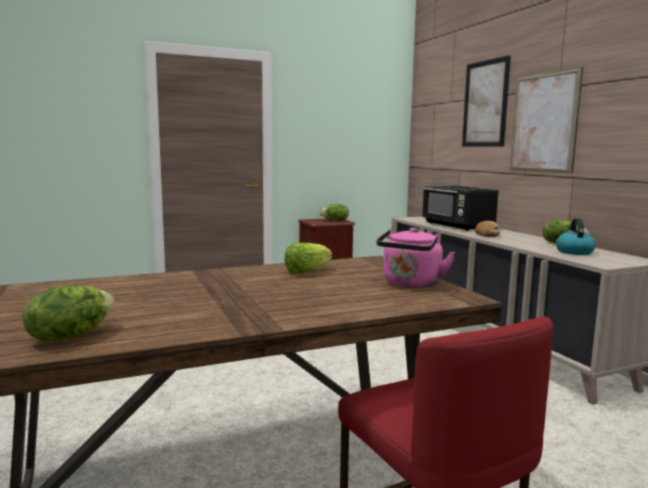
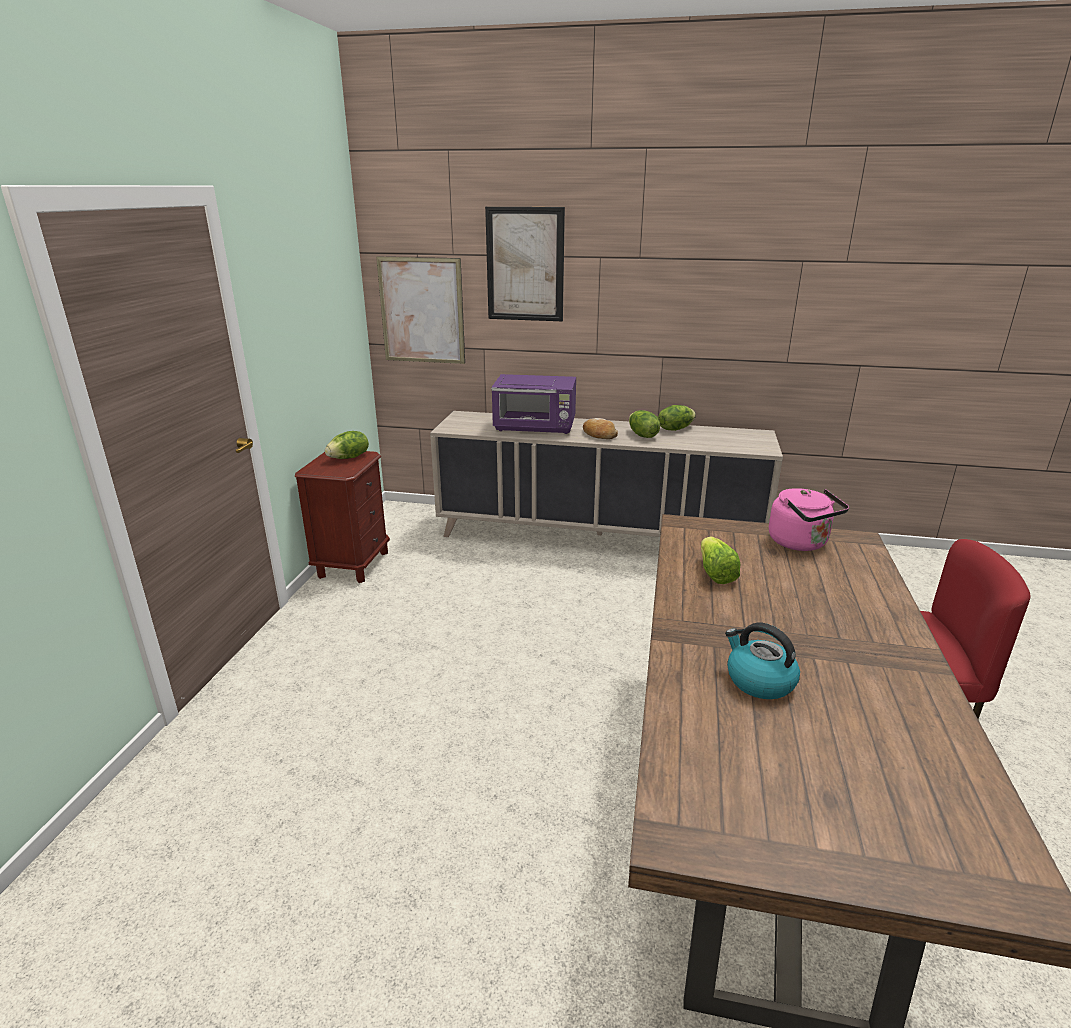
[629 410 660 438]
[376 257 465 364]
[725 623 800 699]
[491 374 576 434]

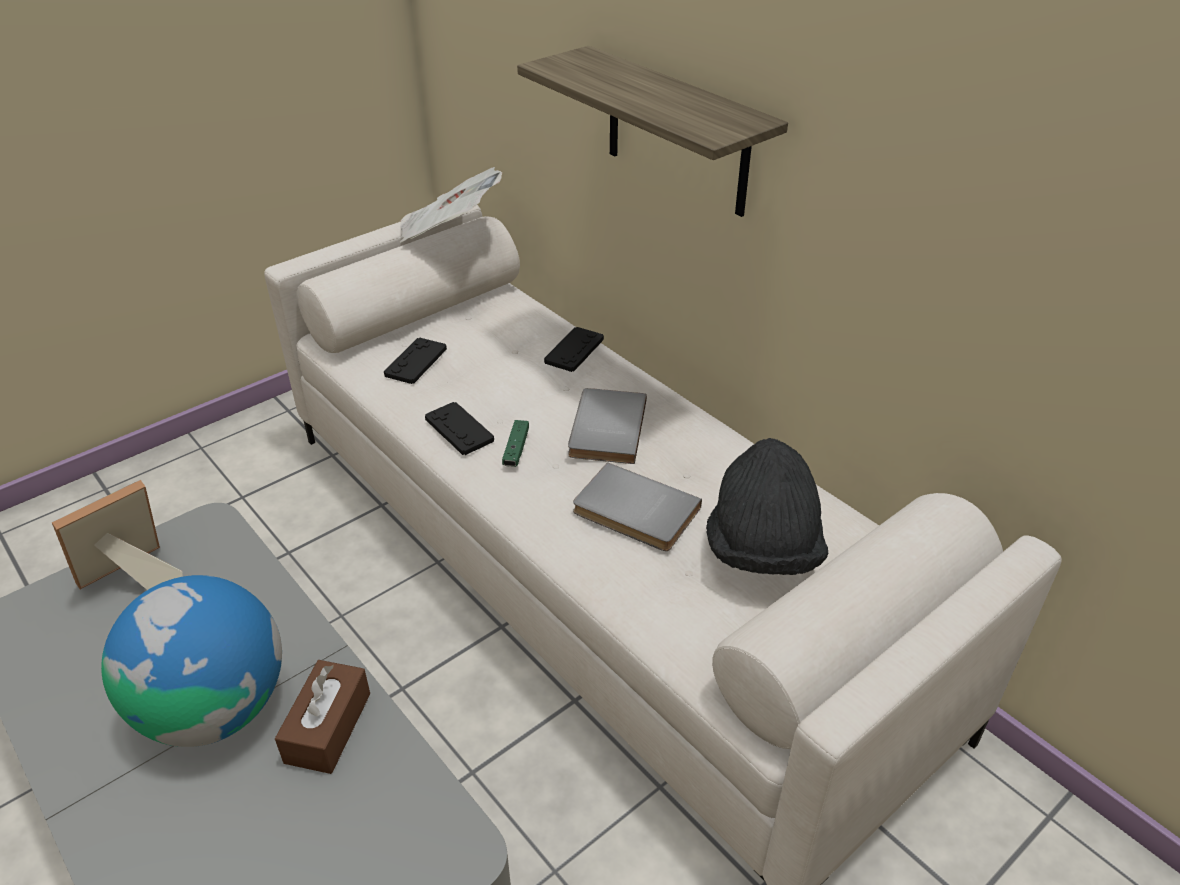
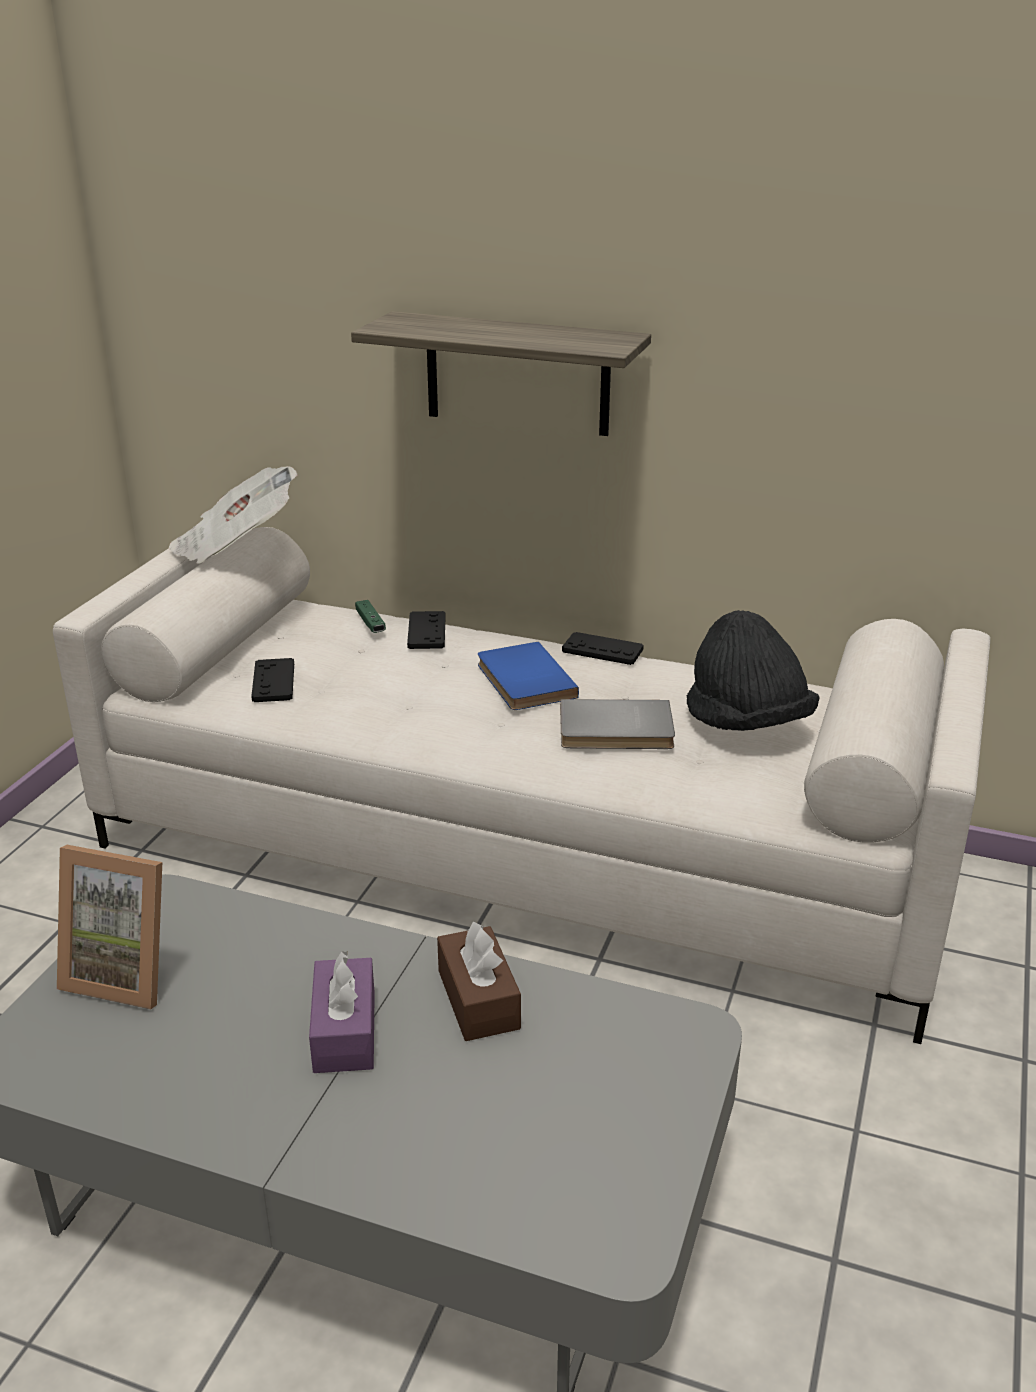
[562 632 644 665]
[355 600 386 633]
[309 951 375 1073]
[478 642 579 710]
[57 845 162 1010]

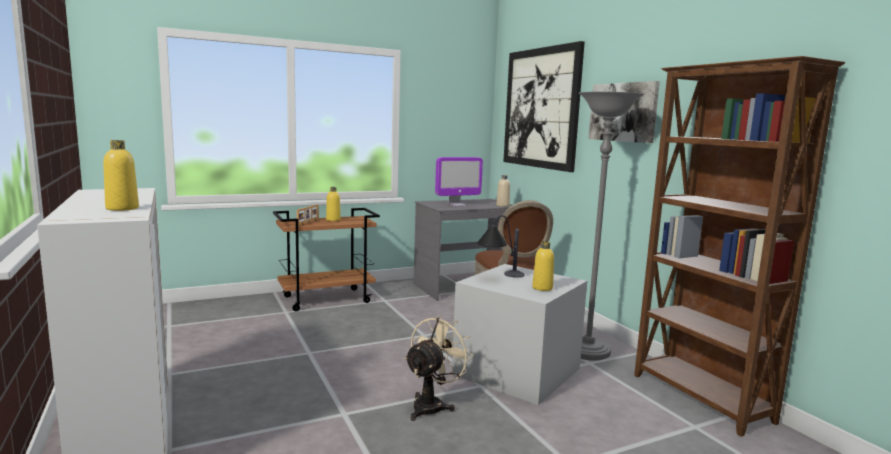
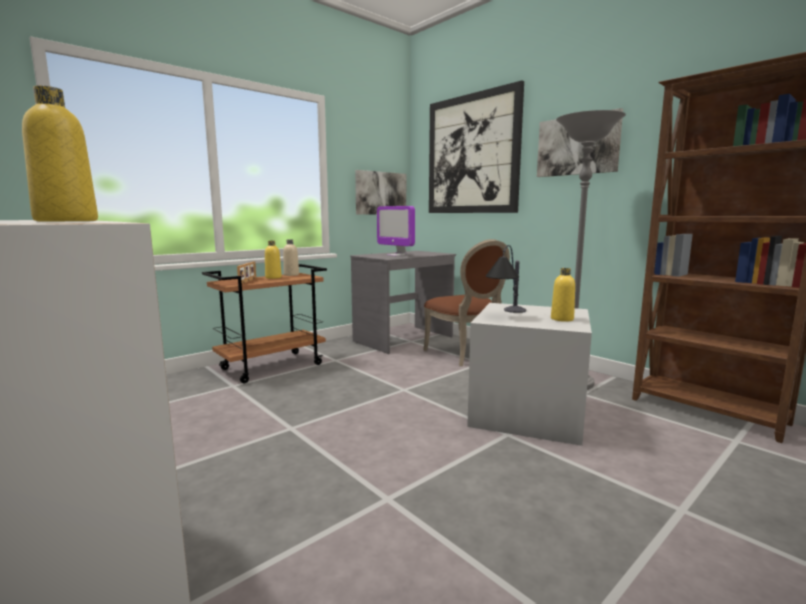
[405 315 474 421] (first image)
[355 170 406 215]
[283 239 299 276]
[377 206 415 256]

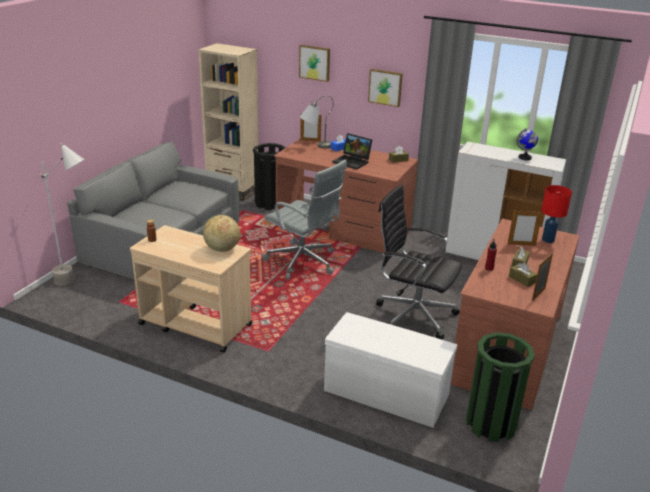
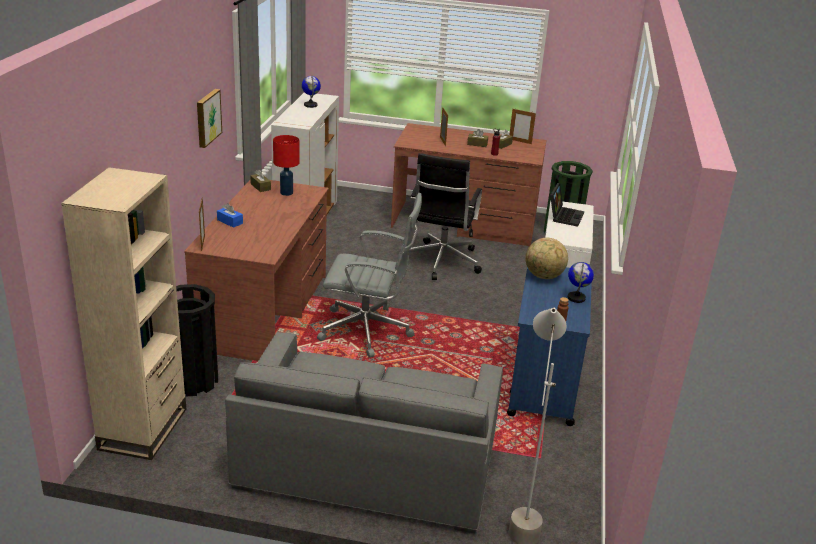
[299 45 330 82] (first image)
[300 95 334 149] (first image)
[568 262 594 303]
[550 183 584 227]
[273 135 299 196]
[507 267 592 426]
[317 193 422 358]

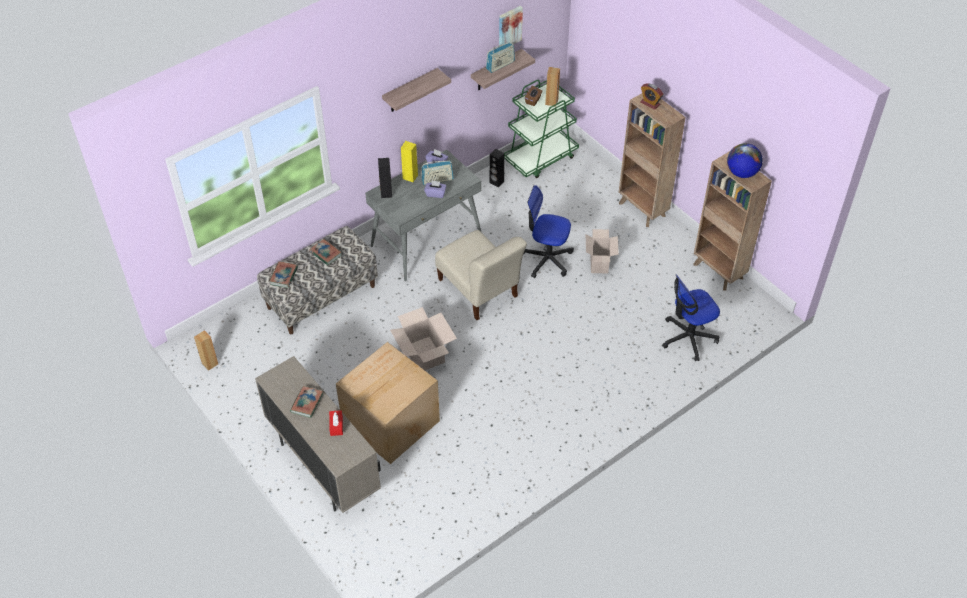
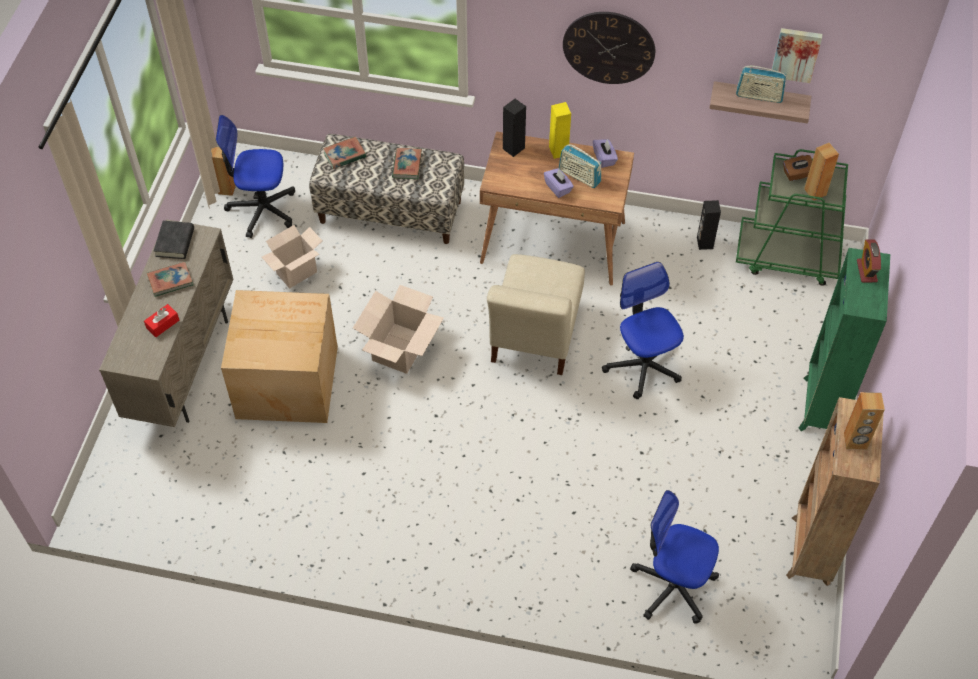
[154 221 194 259]
[216 115 295 238]
[262 225 322 288]
[563 12 655 84]
[844 392 885 450]
[480 131 634 286]
[799 248 890 431]

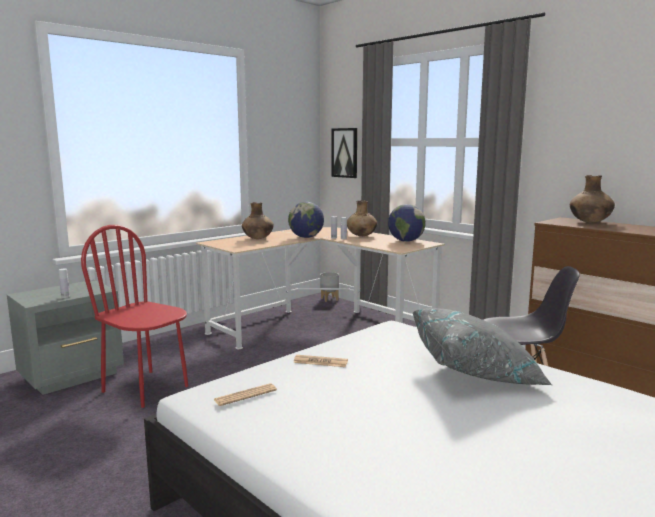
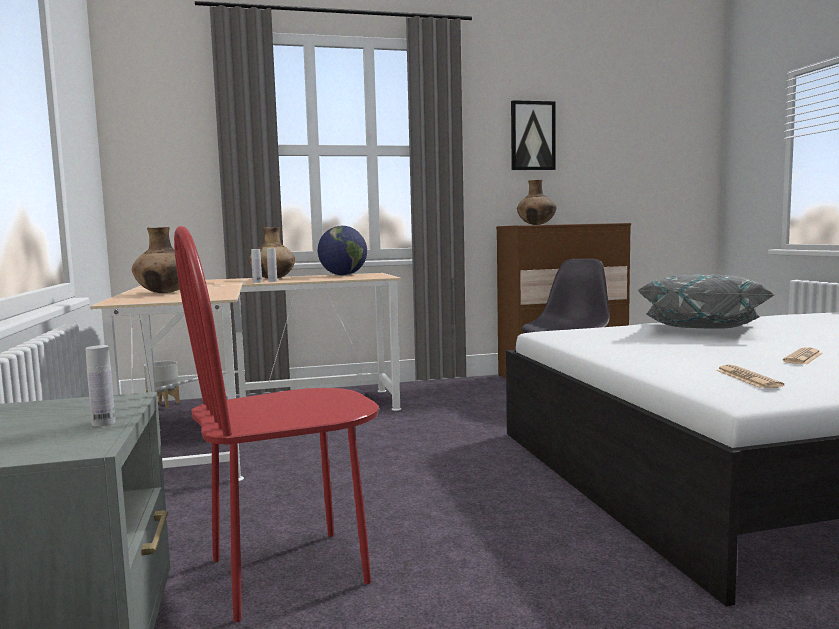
[288 202 324 238] (first image)
[783 347 823 364]
[511 100 555 170]

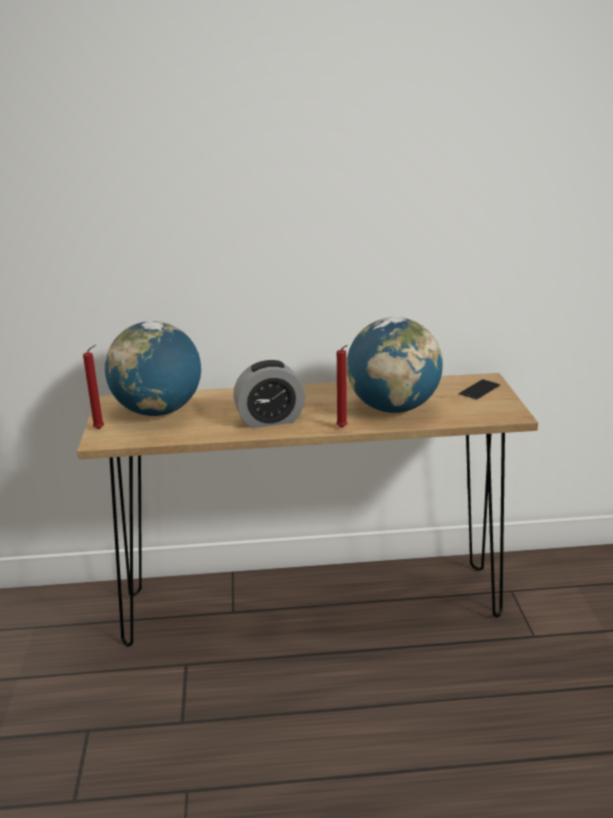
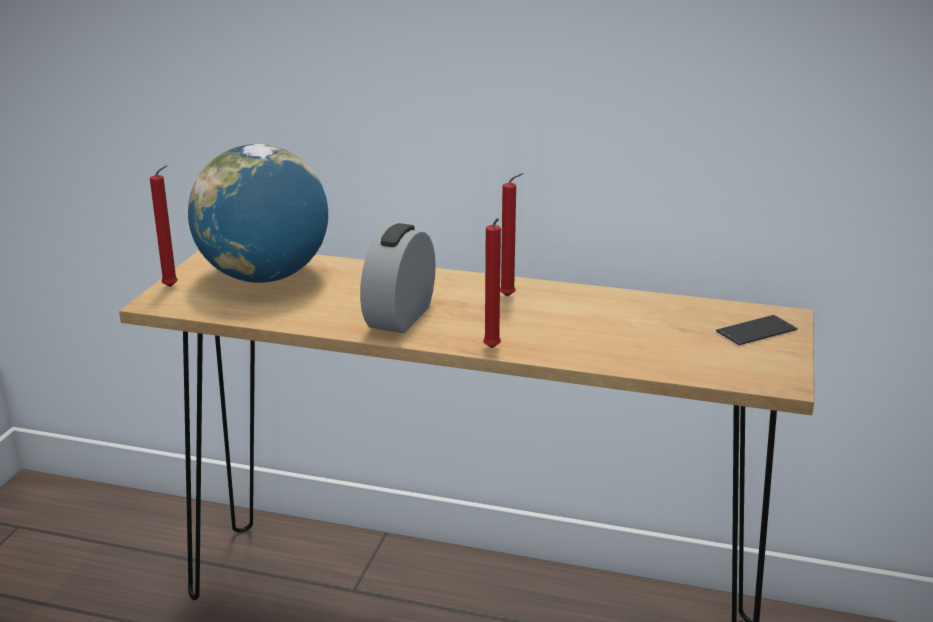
[347 317 443 413] (first image)
[500 173 524 297]
[360 223 436 334]

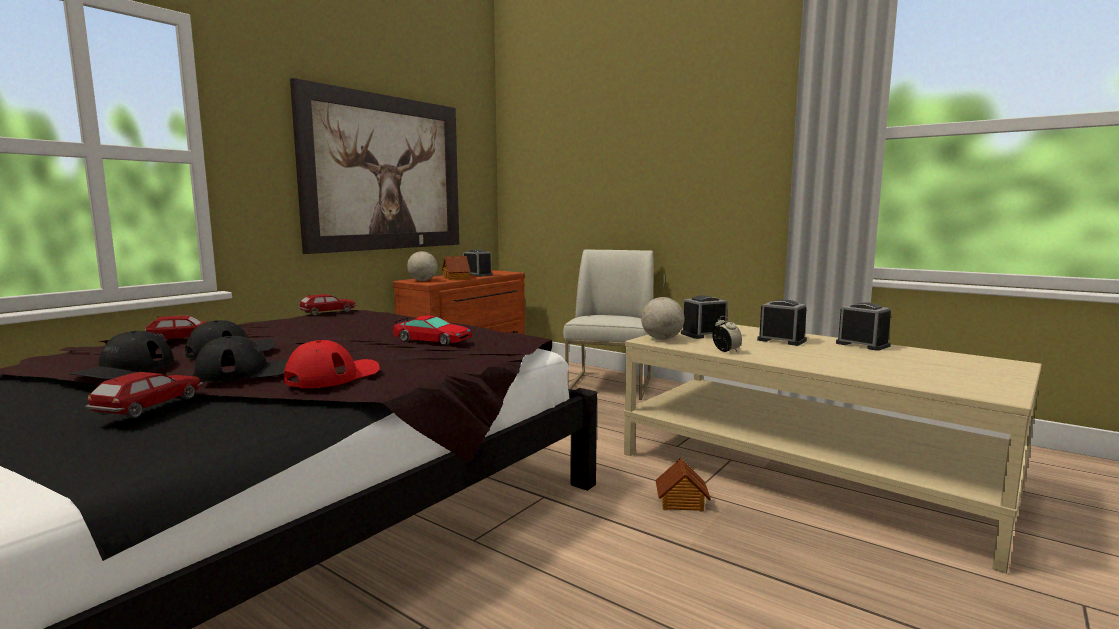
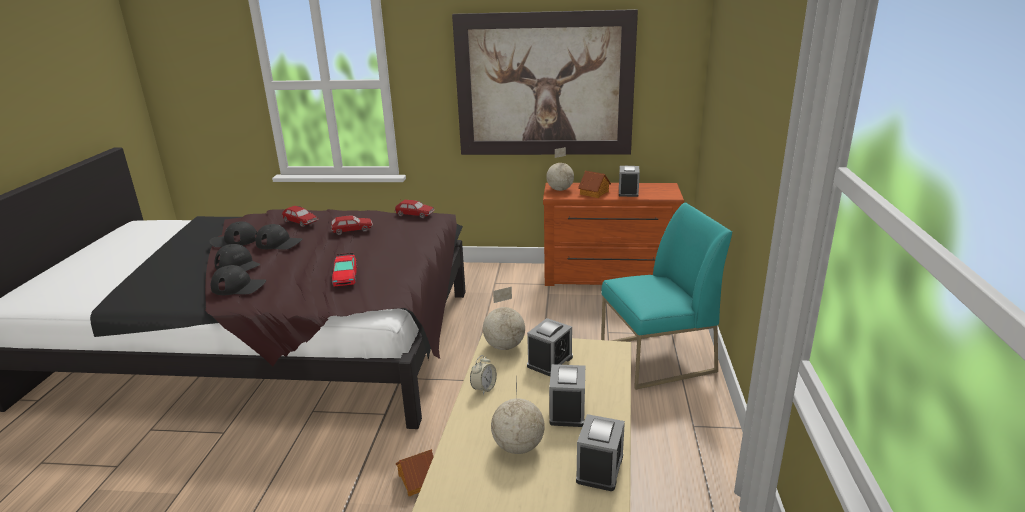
[491 372 545 454]
[331 216 373 235]
[211 265 266 295]
[601 202 732 390]
[527 318 573 376]

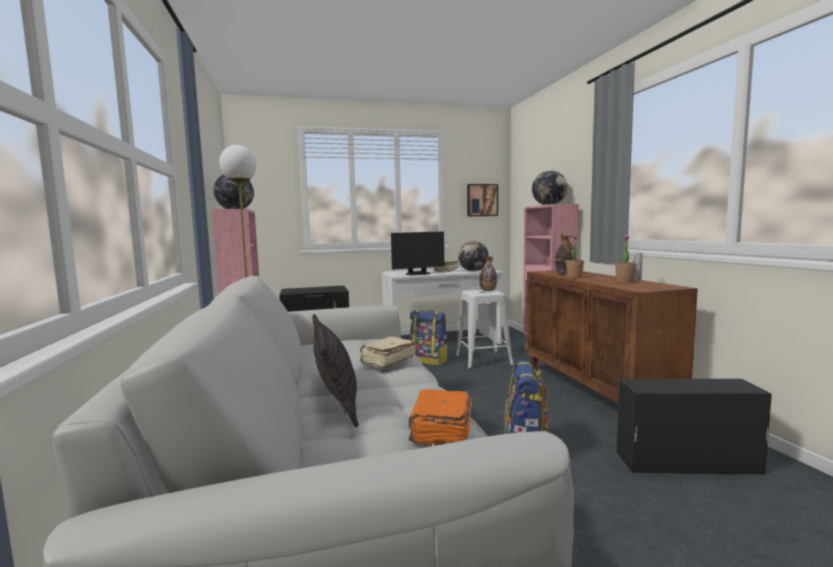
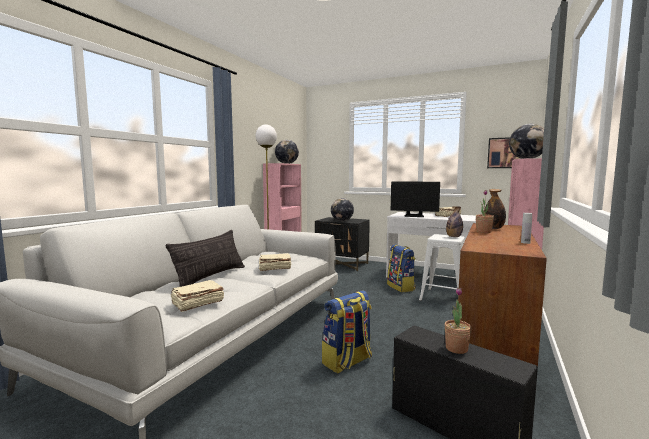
[331 198 354 221]
[445 288 472 354]
[171 280 224 312]

